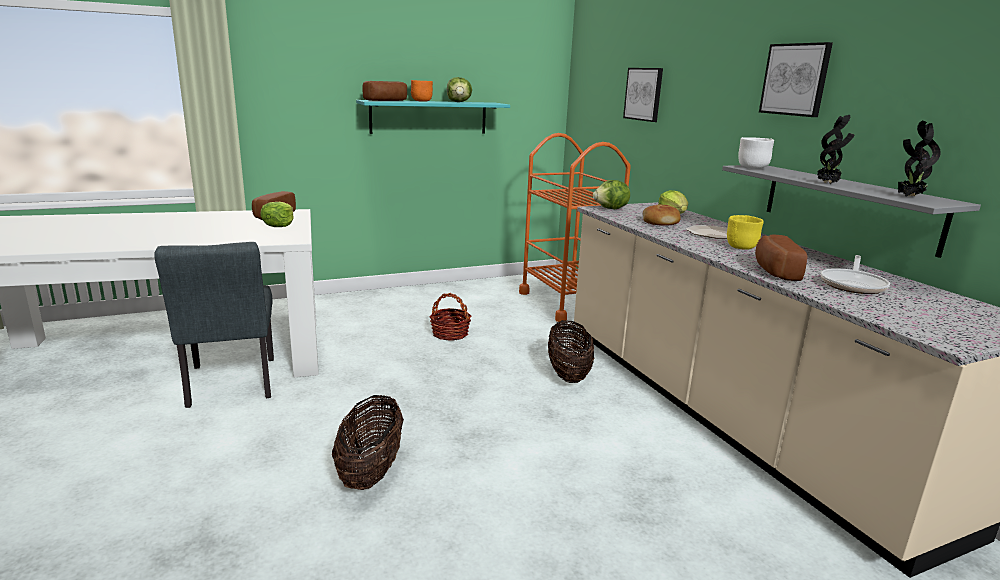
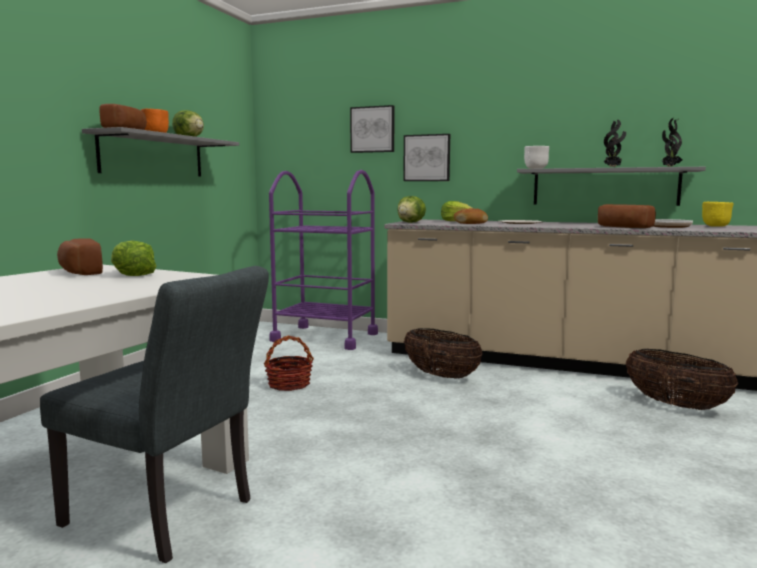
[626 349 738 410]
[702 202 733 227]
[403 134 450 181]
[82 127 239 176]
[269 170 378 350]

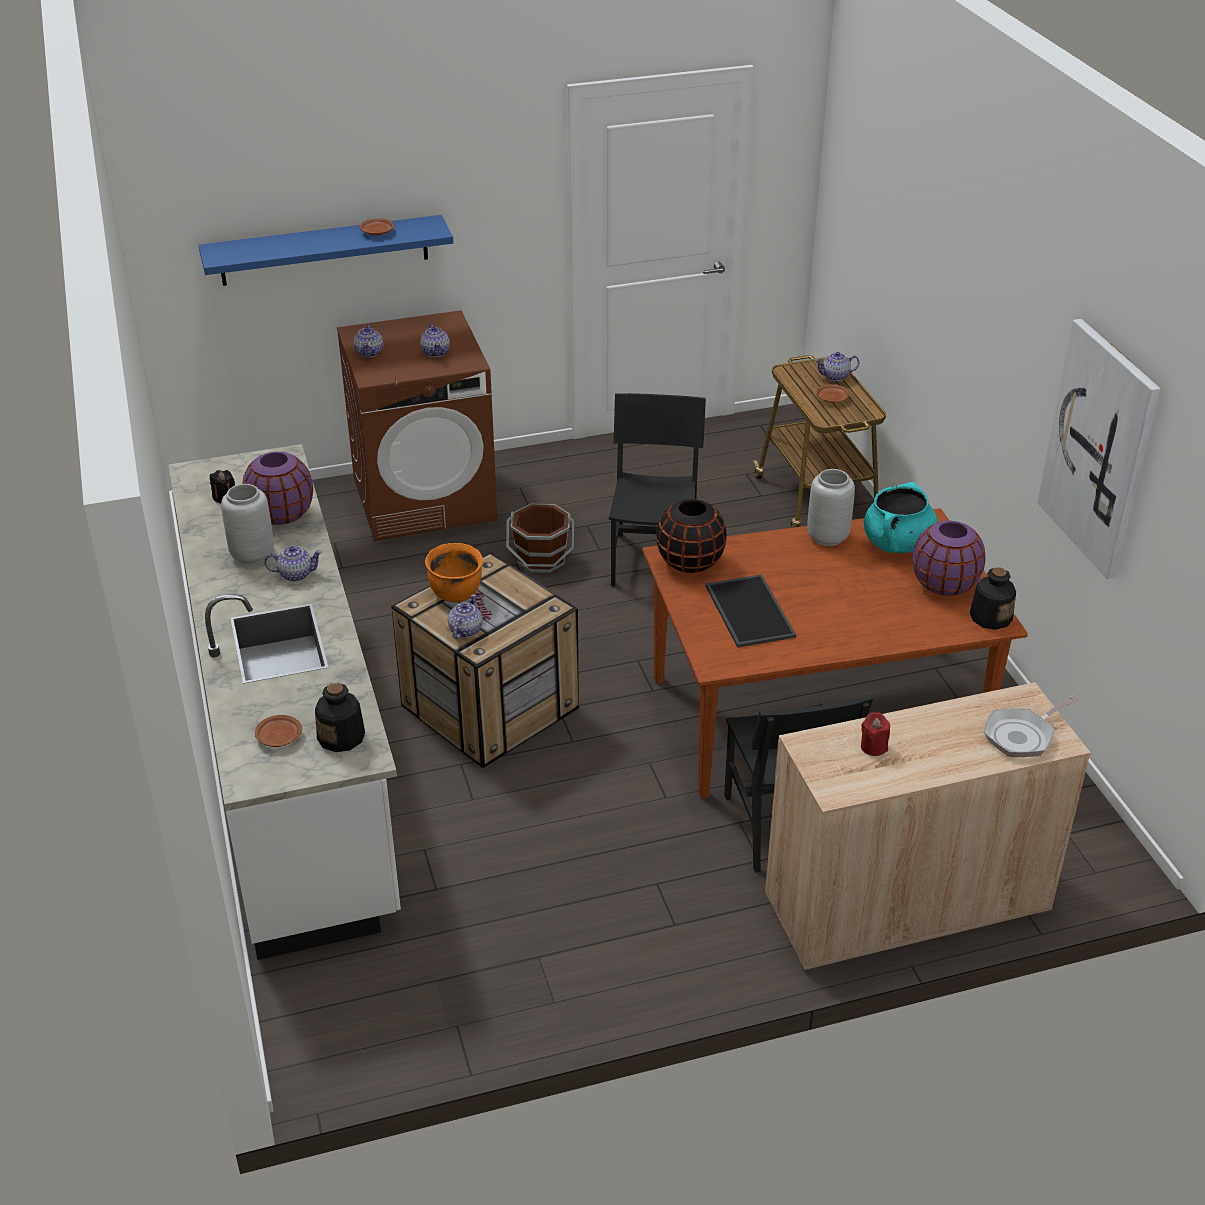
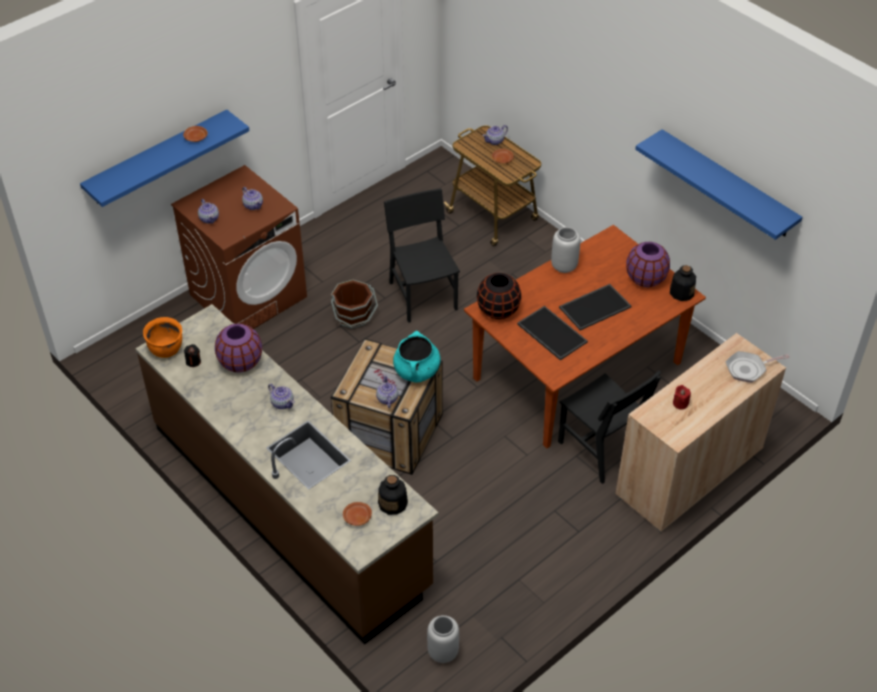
[559 284 631 331]
[427 615 459 663]
[143 317 182 358]
[393 331 441 383]
[635 129 803 240]
[135 304 439 645]
[268 384 294 409]
[726 351 790 383]

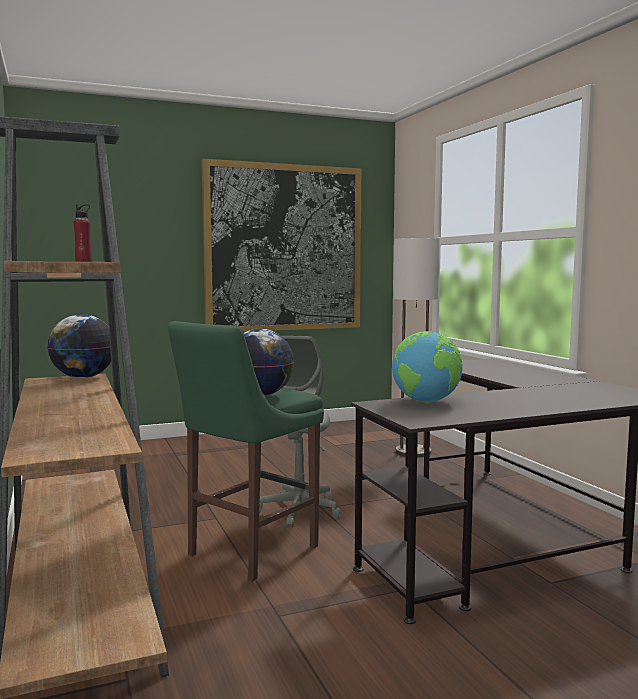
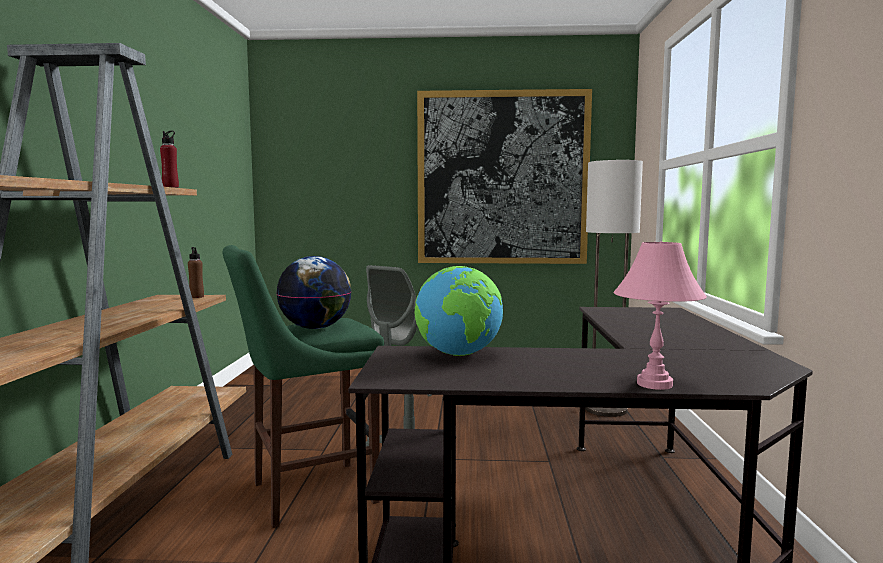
[614 242 707 390]
[188 247 204 298]

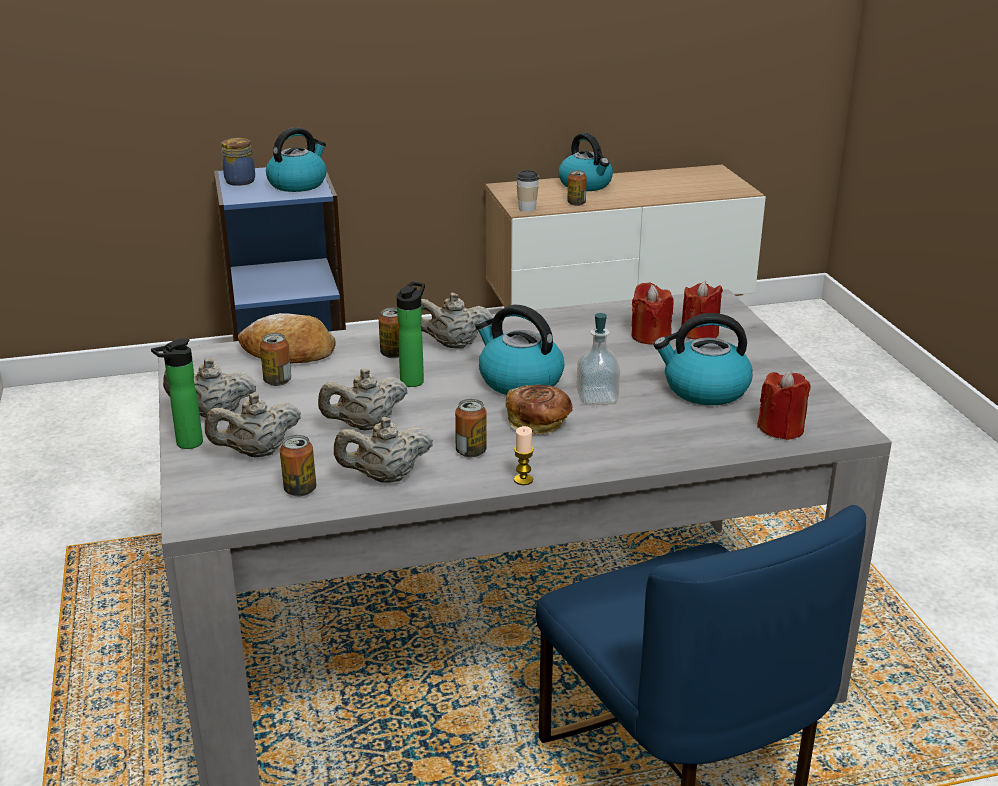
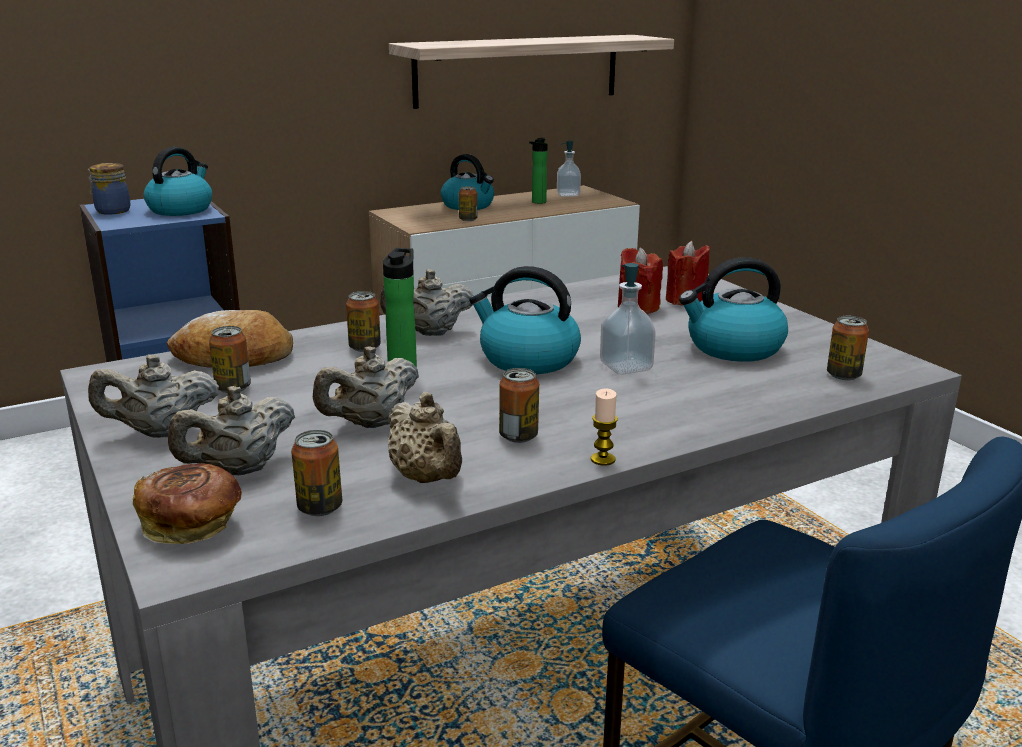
[516 170 539 212] (first image)
[389 35 674 109]
[557 141 581 196]
[529 138 548 204]
[133 463 242 544]
[827 316 869 380]
[387 392 462 483]

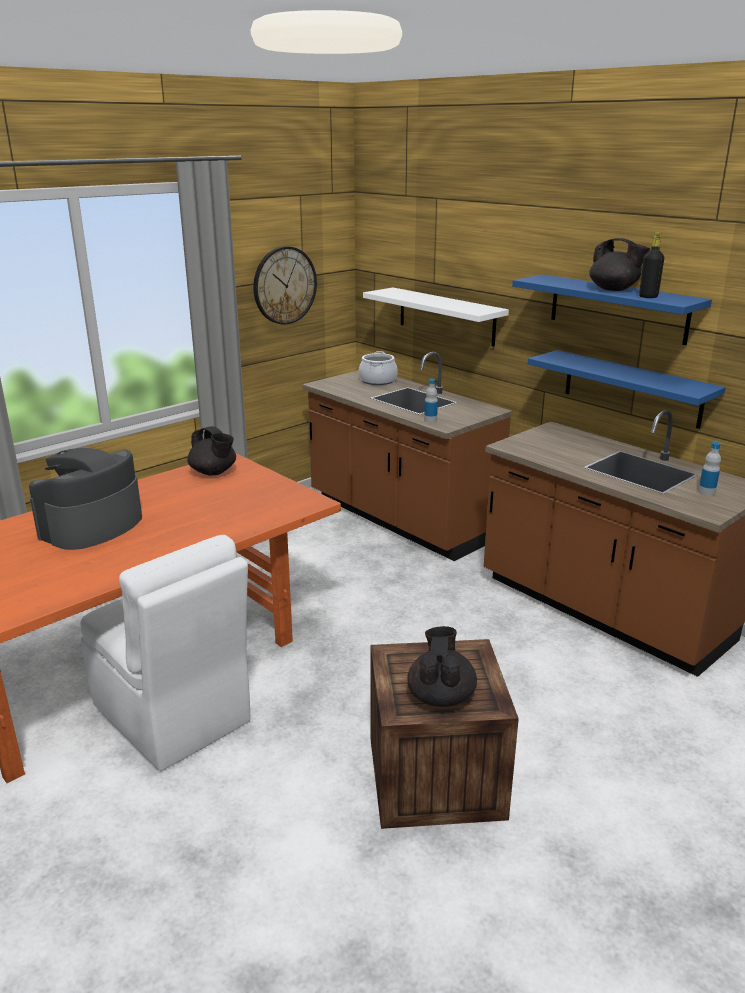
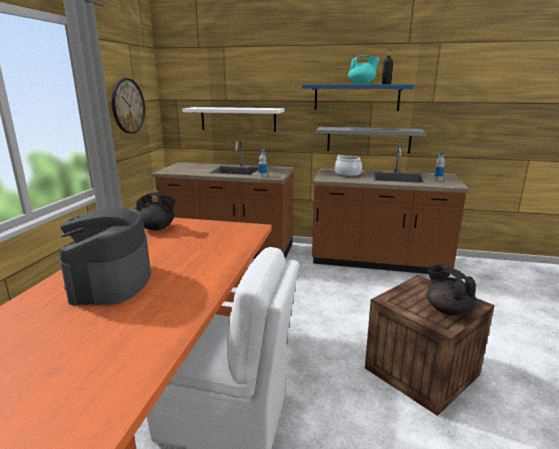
[334 155 362 177]
[316 127 426 154]
[348 55 380 84]

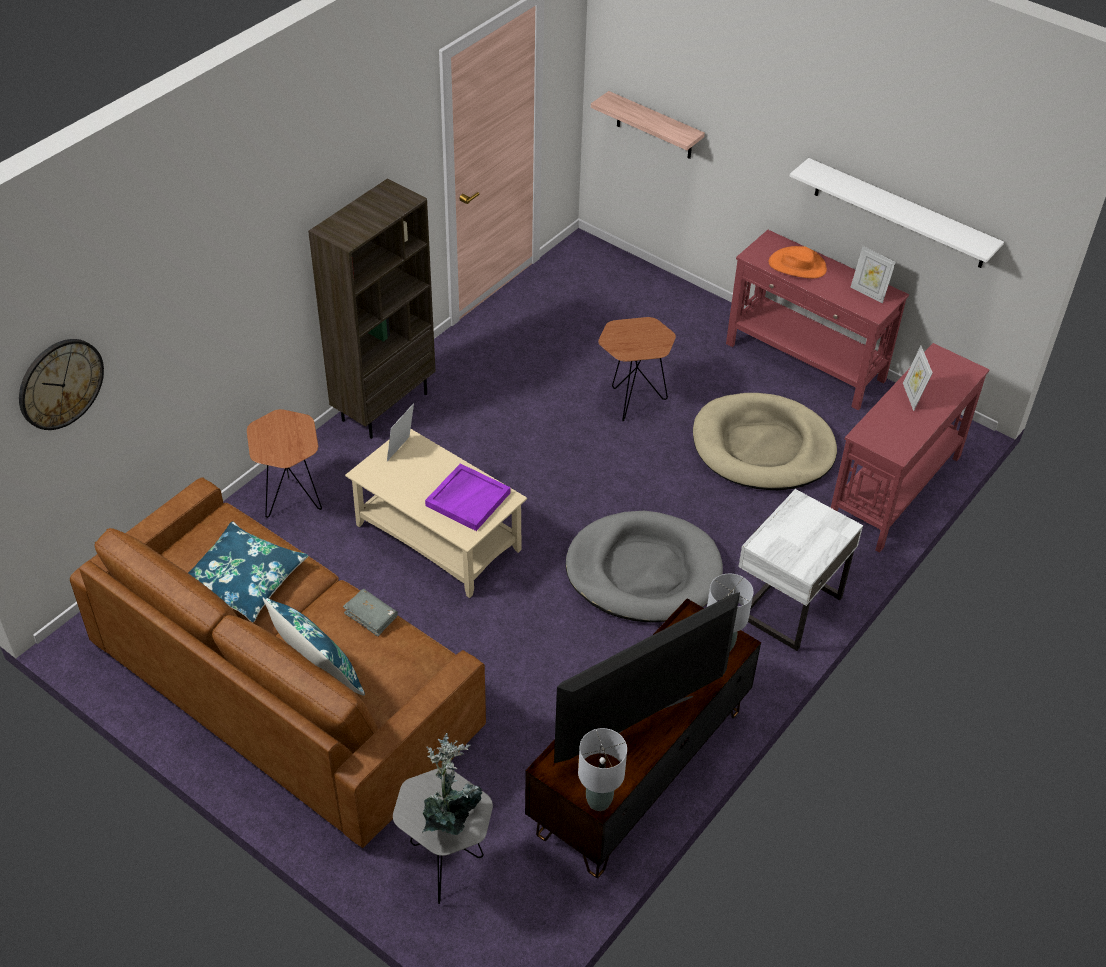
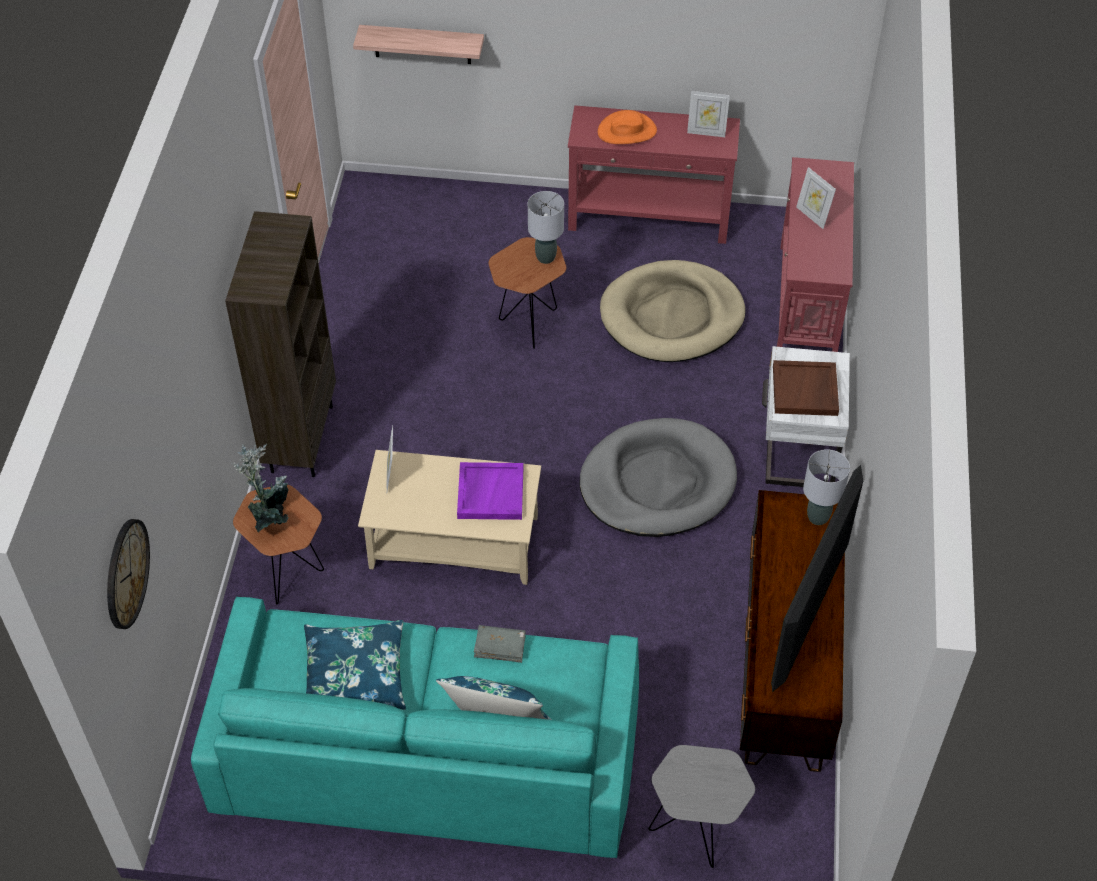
[790 158 1004 268] (first image)
[773 360 839 416]
[232 444 289 533]
[528 191 564 264]
[191 597 639 858]

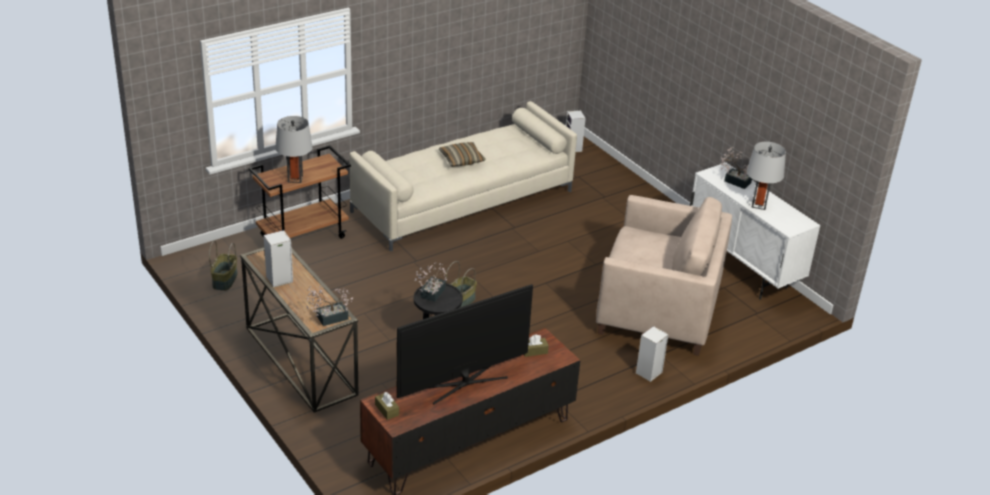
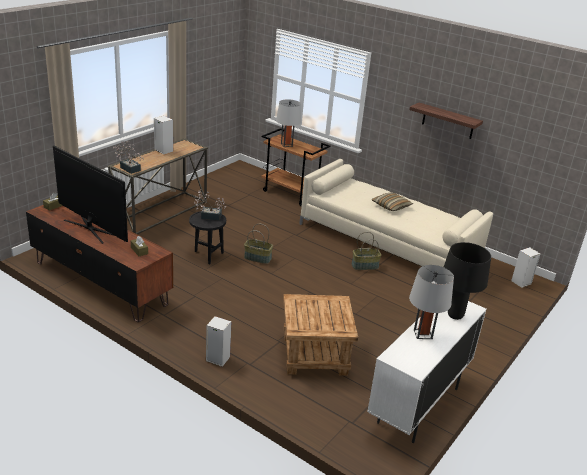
[409 103 483 139]
[351 232 381 270]
[283 294 358 376]
[444 242 491 320]

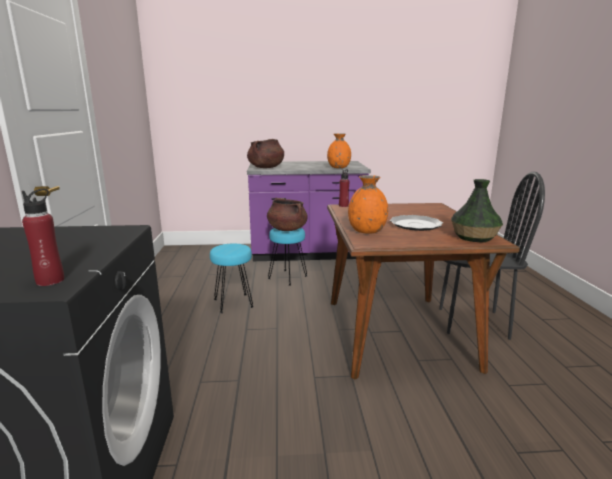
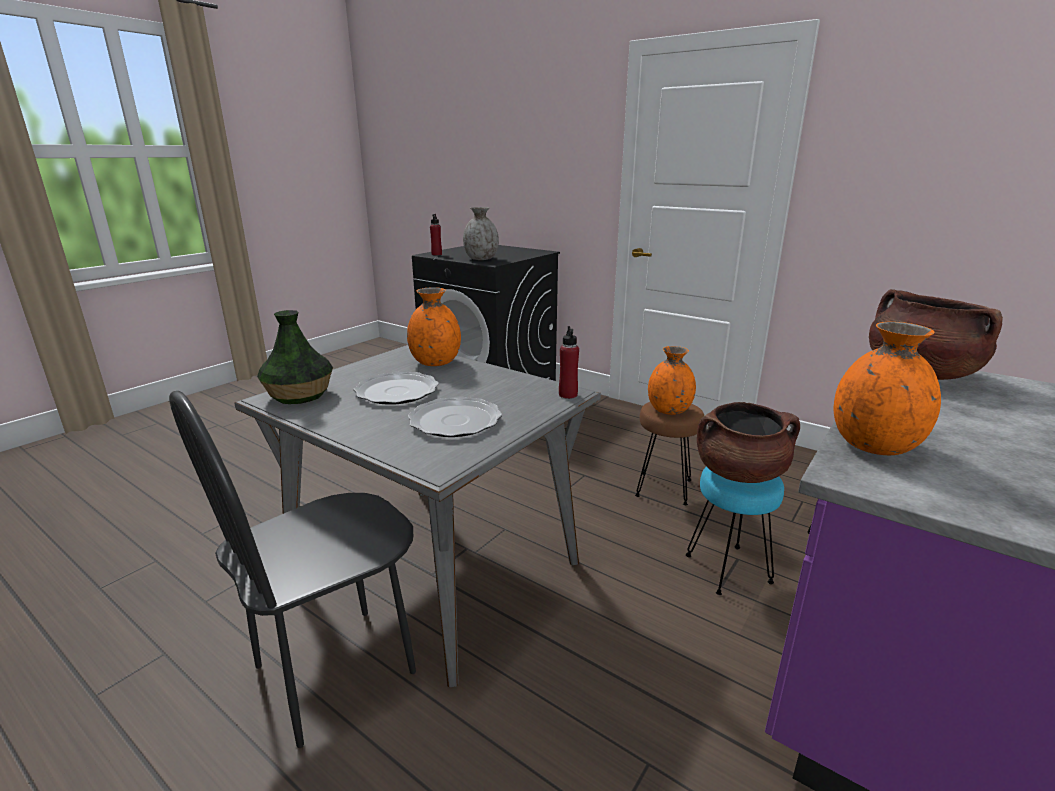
[408 396 502 437]
[463 207 499 260]
[648 346 696 415]
[635 402 704 505]
[235 345 601 687]

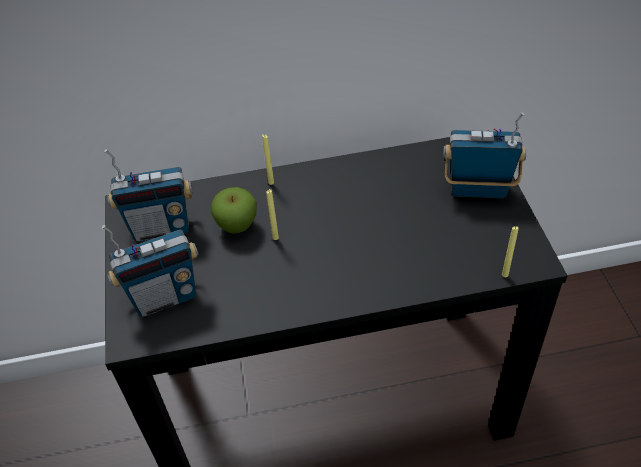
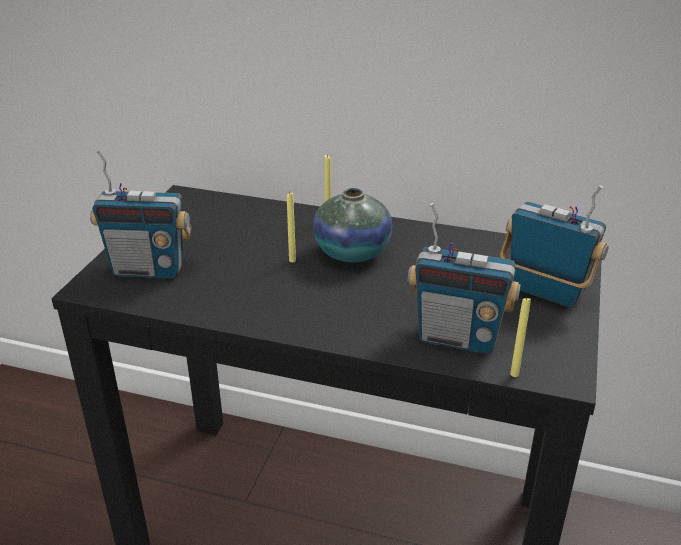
[211 187 257 233] (first image)
[313 188 392 262]
[408 203 521 354]

